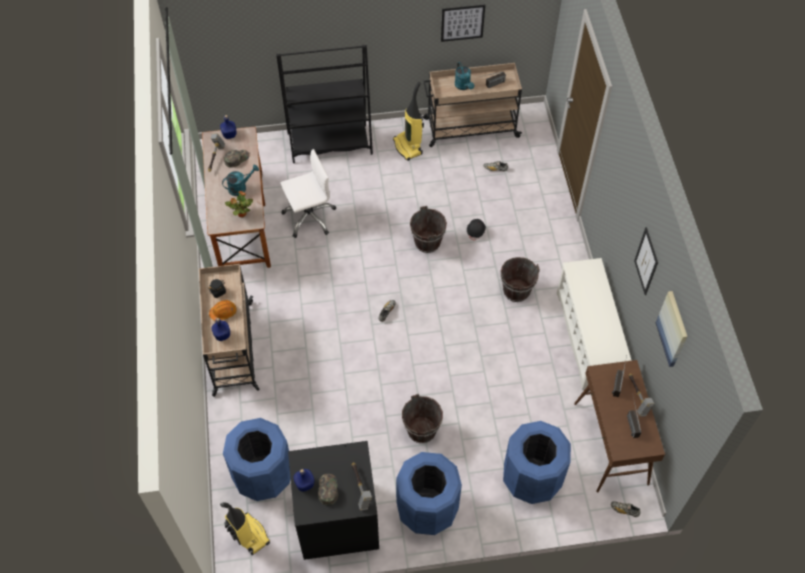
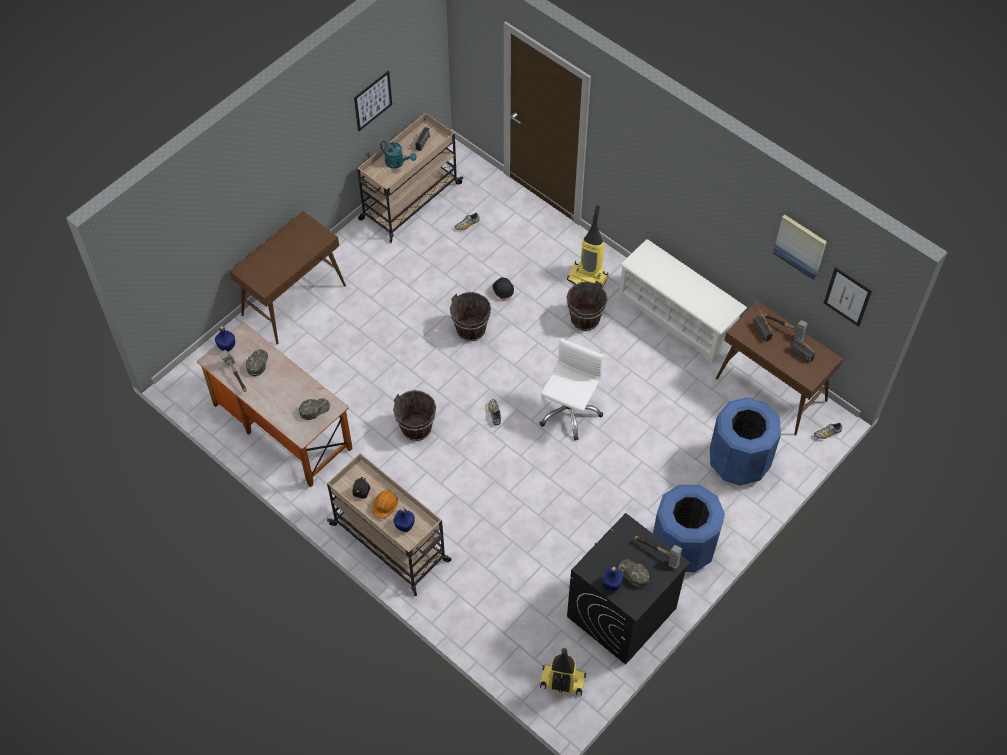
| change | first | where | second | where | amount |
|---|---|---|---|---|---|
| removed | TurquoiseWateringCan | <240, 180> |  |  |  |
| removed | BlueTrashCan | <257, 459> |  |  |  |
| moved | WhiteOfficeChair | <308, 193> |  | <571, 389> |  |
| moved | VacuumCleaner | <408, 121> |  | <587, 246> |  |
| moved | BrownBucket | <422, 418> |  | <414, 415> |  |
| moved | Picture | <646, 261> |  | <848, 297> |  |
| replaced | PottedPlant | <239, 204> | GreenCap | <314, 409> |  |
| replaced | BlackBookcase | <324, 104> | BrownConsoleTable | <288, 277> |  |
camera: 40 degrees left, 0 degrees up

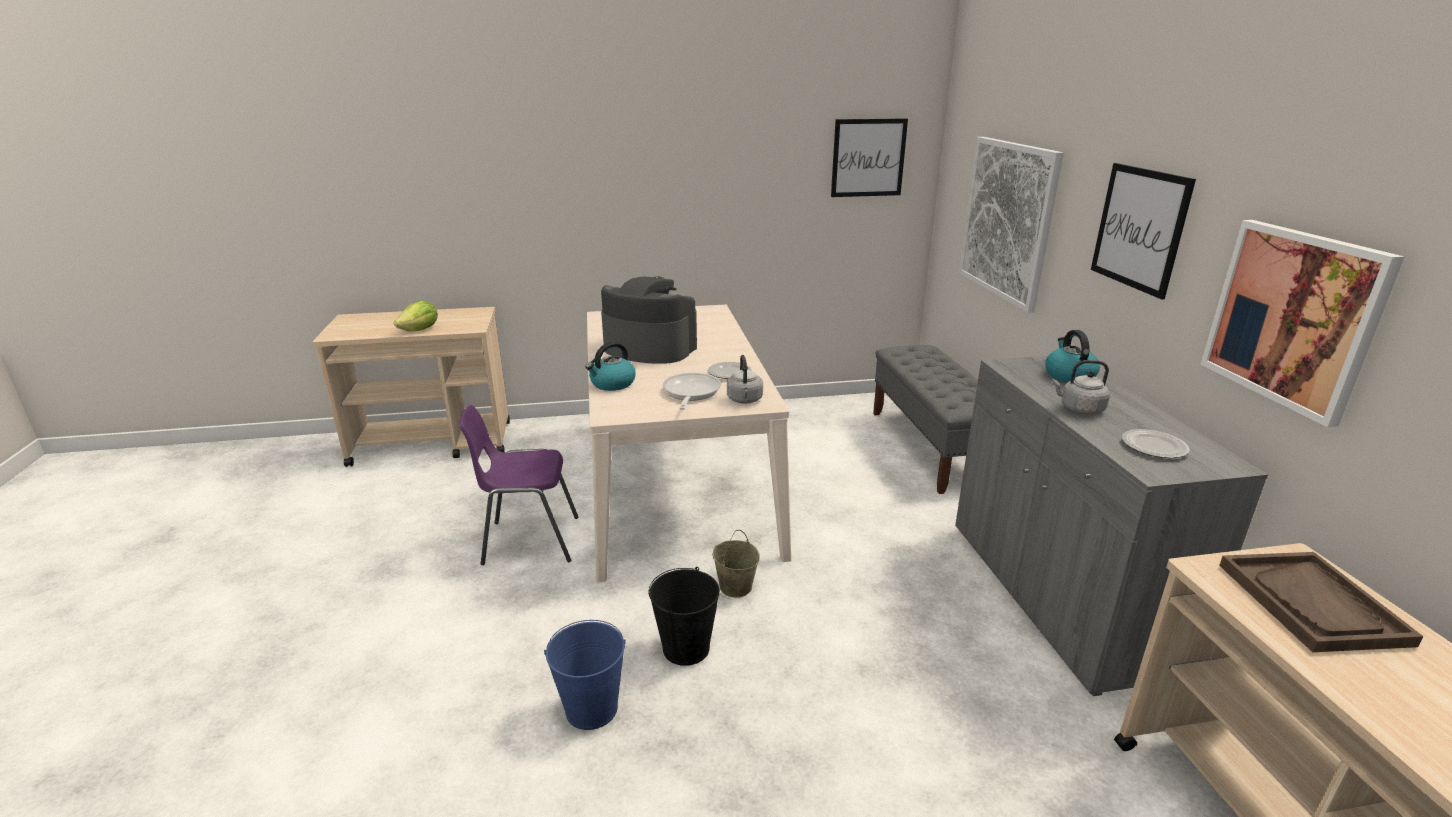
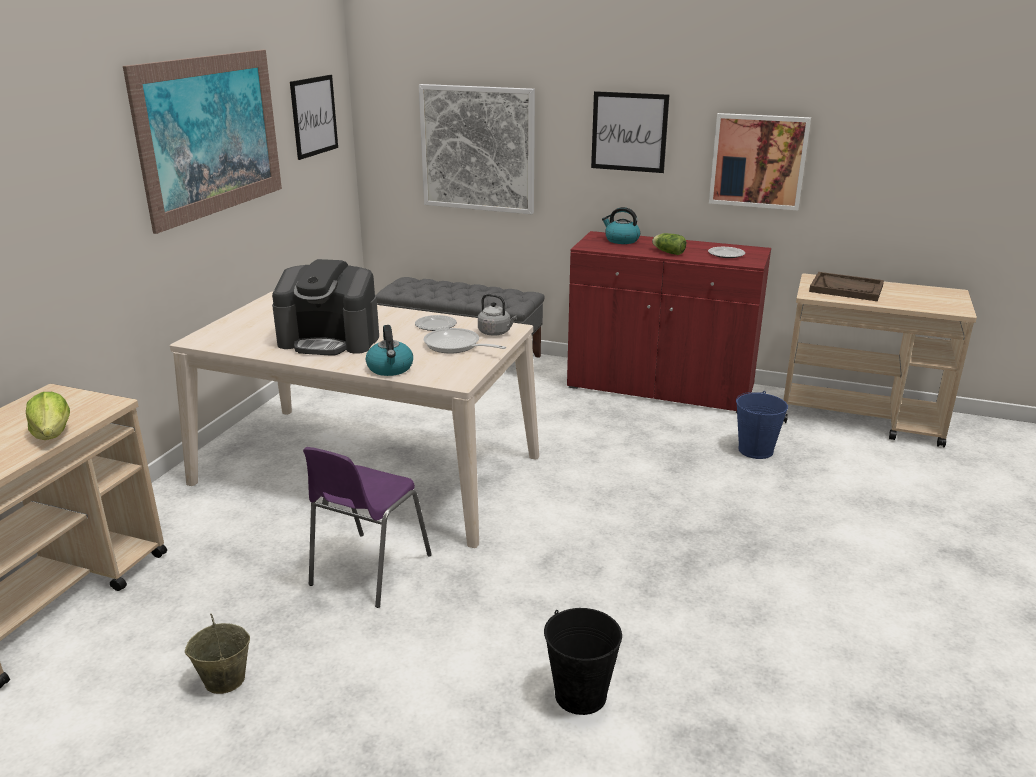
| change | first | where | second | where | amount |
|---|---|---|---|---|---|
| added |  |  | Picture | <202, 142> |  |
| moved | BlueBucket | <585, 675> |  | <762, 425> |  |
| moved | BlackBucket | <684, 616> |  | <583, 661> |  |
| moved | BeigeBucket | <736, 564> |  | <217, 653> |  |
| replaced | GreyKettle | <1081, 387> | Lettuce | <669, 244> |  |
| recoloured | GreyCabinet | <1111, 526> | RedCabinet | <669, 322> |  |
| turned | CoffeeMachine | <649, 320> |  | <325, 307> | 135 degrees counterclockwise |
camera: 60 degrees left, 0 degrees up

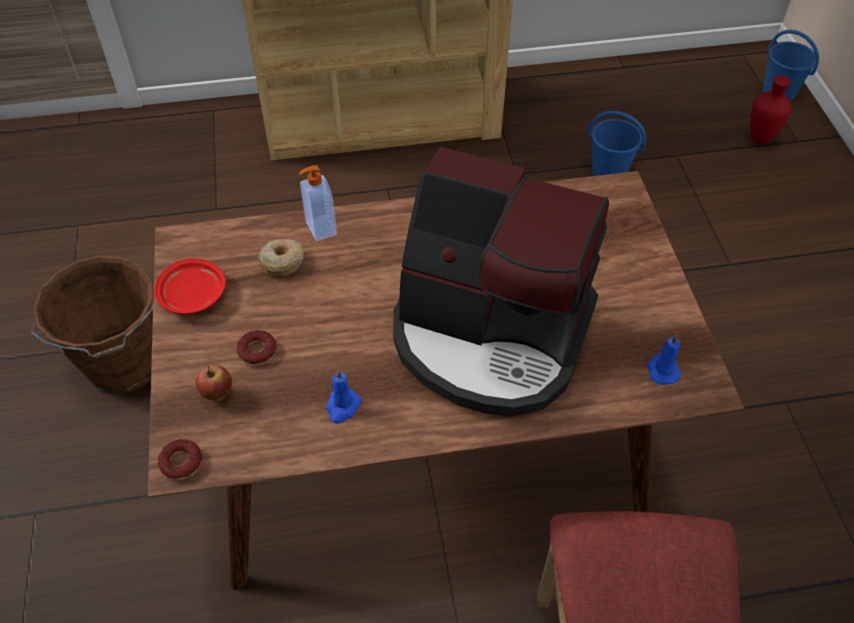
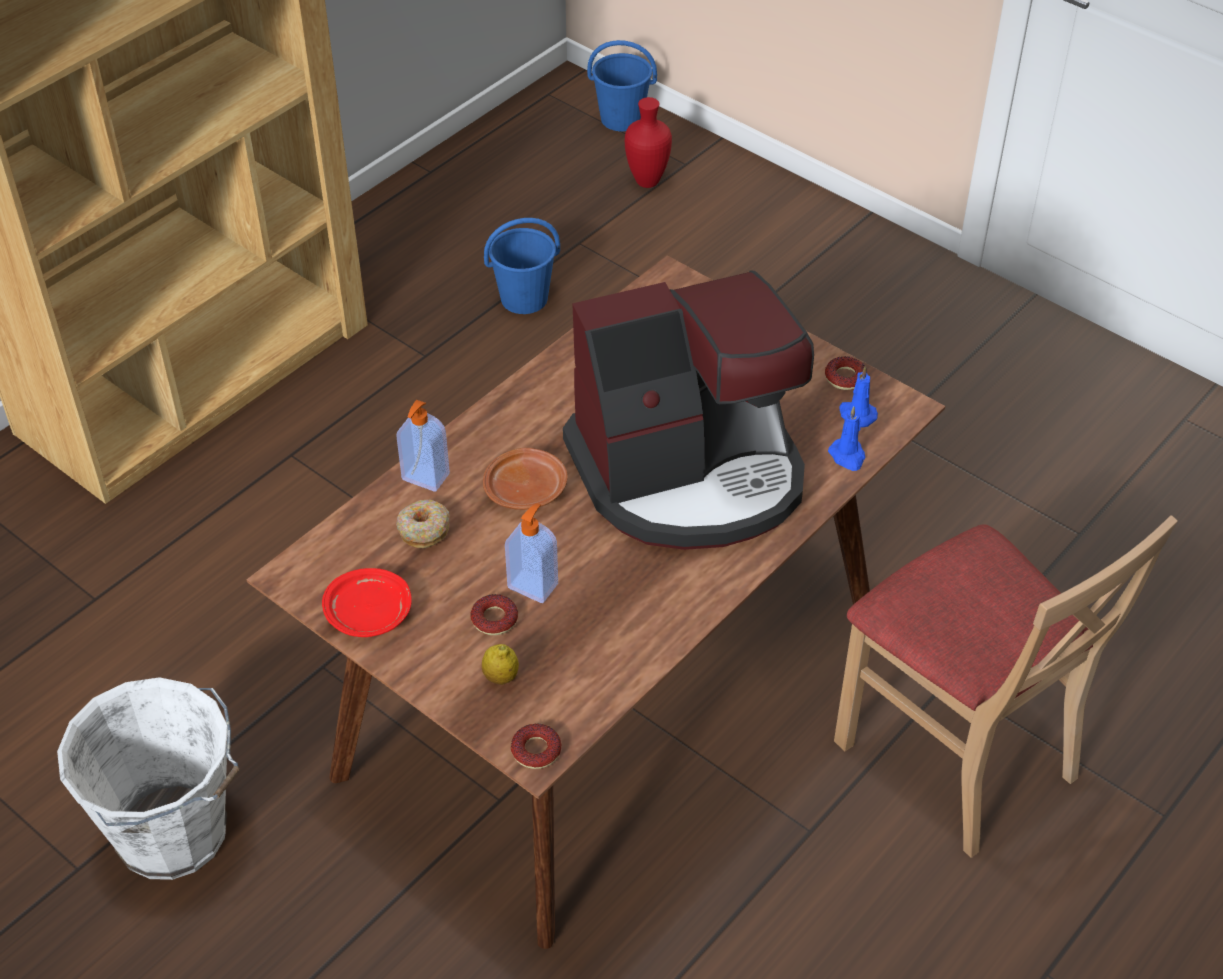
| change | first | where | second | where | amount |
|---|---|---|---|---|---|
| added |  |  | BrownPlate | <525, 479> |  |
| added |  |  | SoapDispenser | <531, 553> |  |
| added |  |  | Donut | <846, 373> |  |
| moved | BlueCandle | <343, 396> |  | <846, 438> |  |
| replaced | Apple | <214, 383> | Lemon | <500, 664> |  |
| recoloured | BrownBucket | <92, 324> | WhiteBucket | <148, 778> |  |
camera: 40 degrees left, 5 degrees down

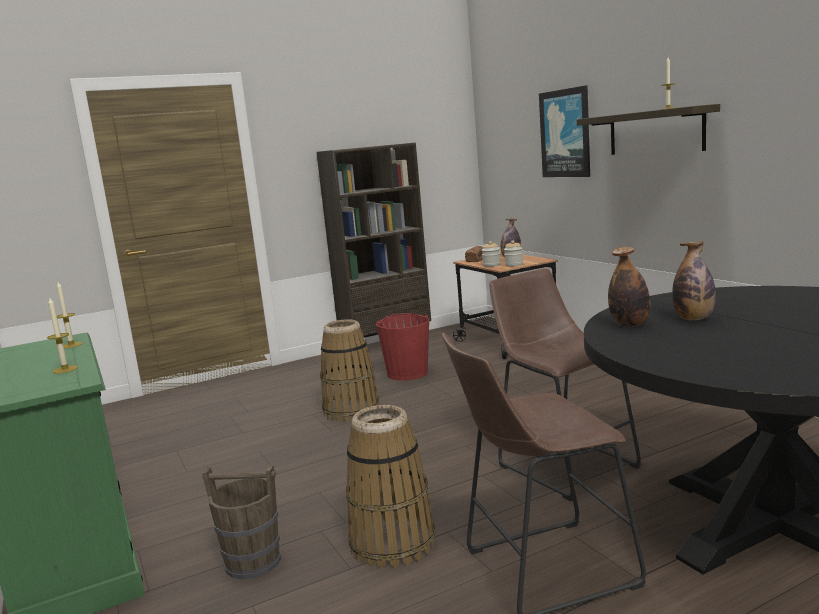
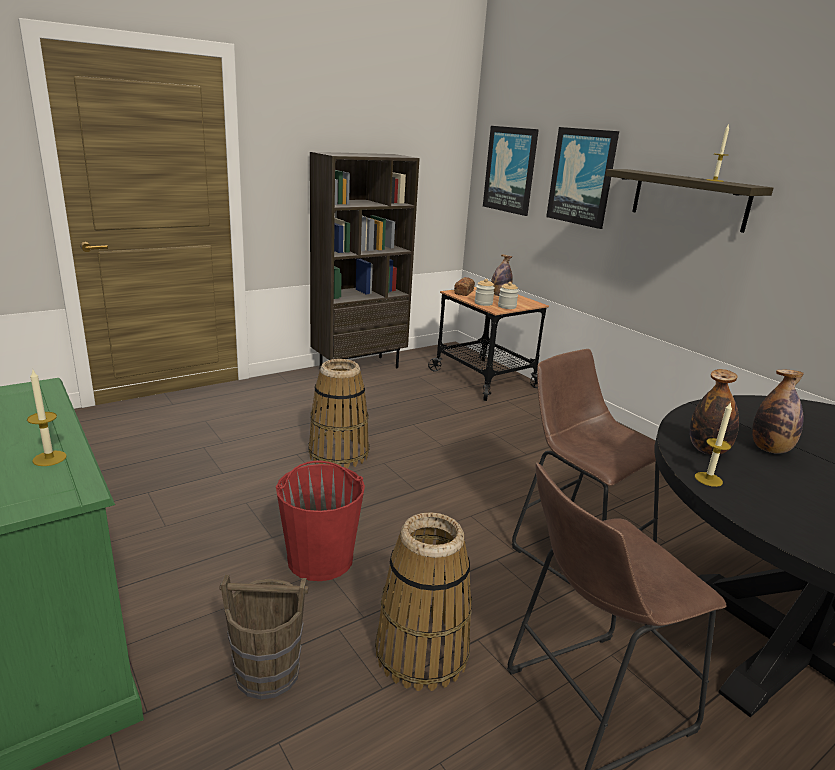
| change | first | where | second | where | amount |
|---|---|---|---|---|---|
| added |  |  | Picture | <511, 171> |  |
| moved | Candle | <70, 315> |  | <713, 444> |  |
| moved | RedBucket | <402, 347> |  | <320, 521> |  |
camera: 10 degrees left, 10 degrees up

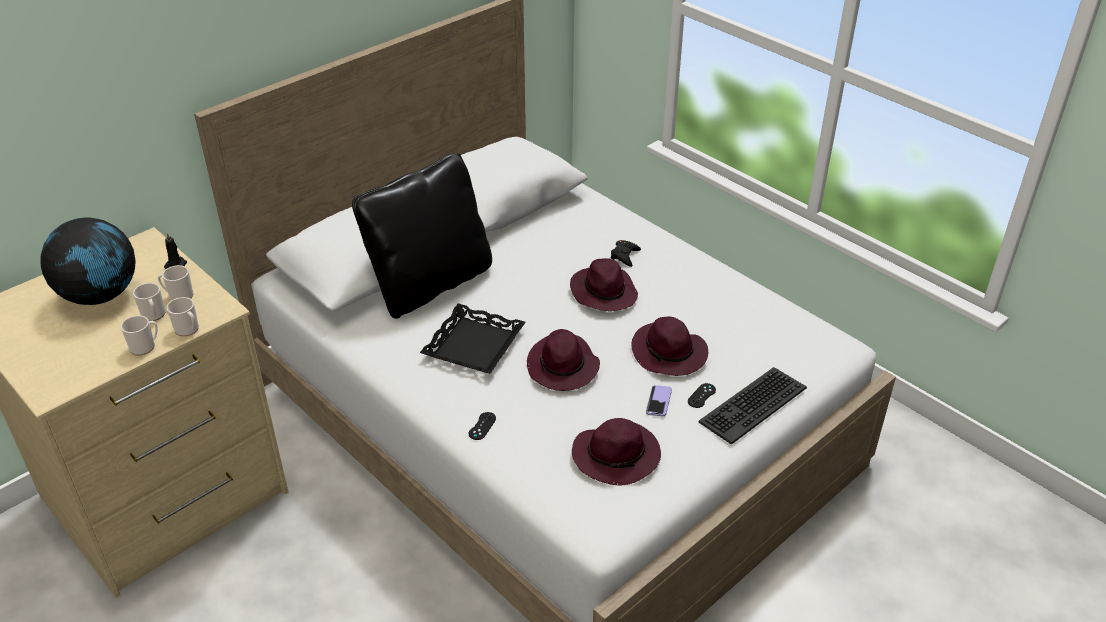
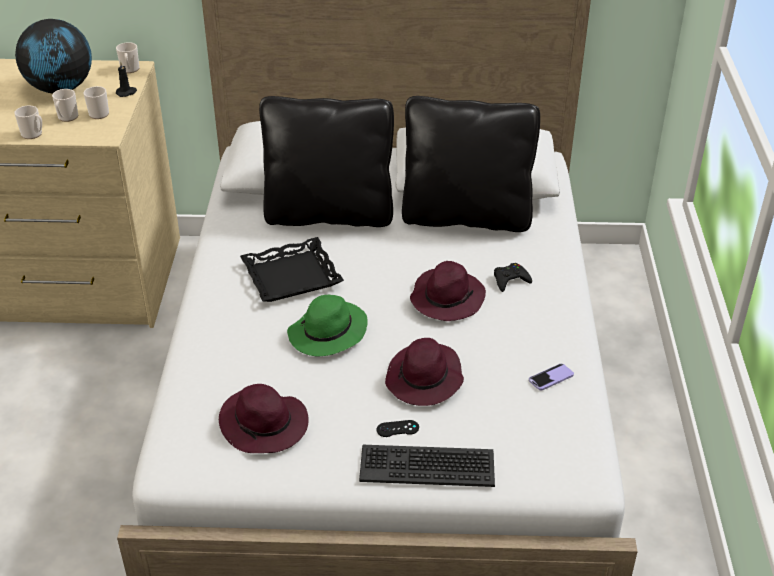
| change | first | where | second | where | amount |
|---|---|---|---|---|---|
| removed | BlackGameController | <482, 426> |  |  |  |
| added |  |  | BlackPillow | <471, 164> |  |
| moved | Mug | <182, 316> |  | <127, 57> |  |
| moved | Phone | <659, 400> |  | <551, 377> |  |
| recoloured | PurpleHat | <563, 360> | GreenHat | <327, 325> |  |
camera: 45 degrees right, 0 degrees up

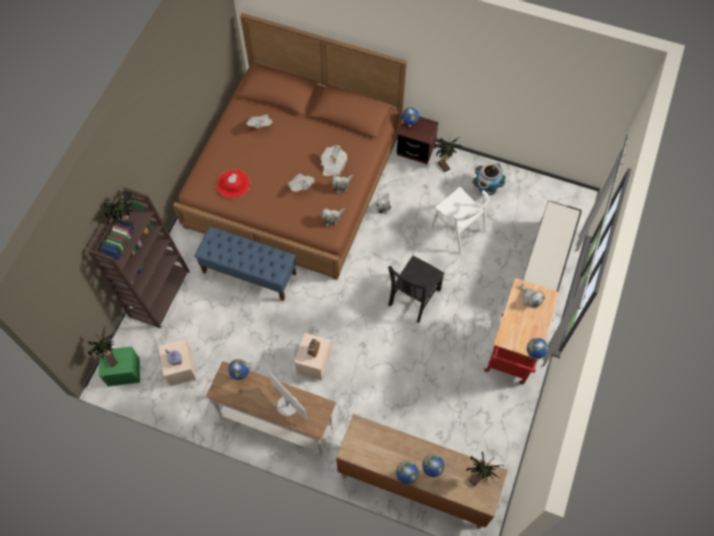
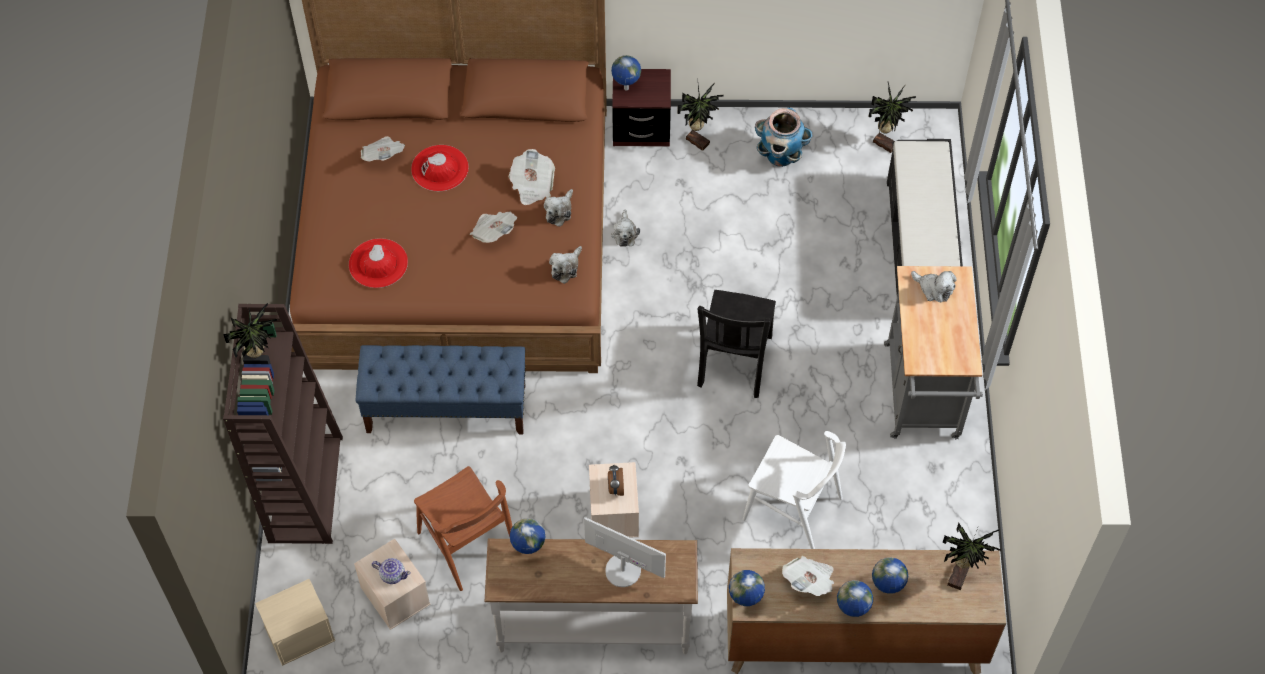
| change | first | where | second | where | amount |
|---|---|---|---|---|---|
| added |  |  | RedHat | <440, 168> |  |
| added |  |  | BrownChair | <463, 528> |  |
| added |  |  | Newspaper | <808, 576> |  |
| moved | PottedPlant | <102, 347> |  | <892, 117> |  |
| moved | WhiteChair | <460, 220> |  | <794, 490> |  |
| moved | Globe | <537, 348> |  | <747, 588> |  |
| recoloured | GreenStorageBox | <119, 366> | BeigeStorageBox | <295, 622> |  |
| recoloured | RedCart | <521, 331> | GreyCart | <933, 352> |  |
camera: 20 degrees left, 5 degrees down

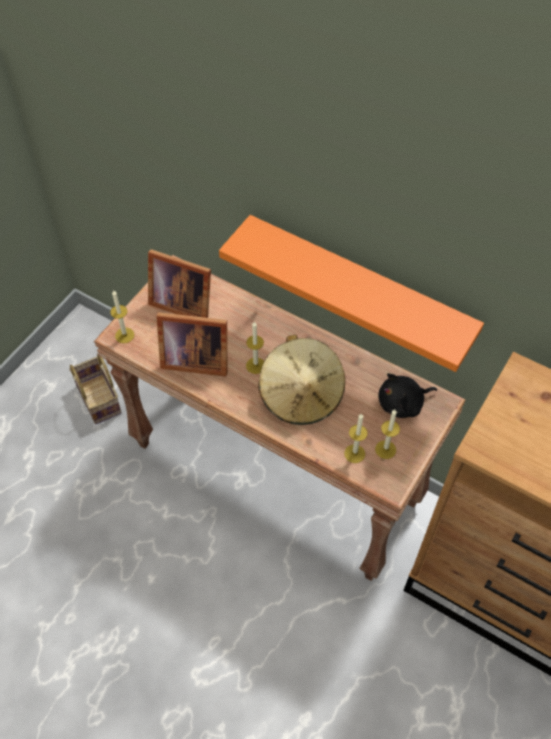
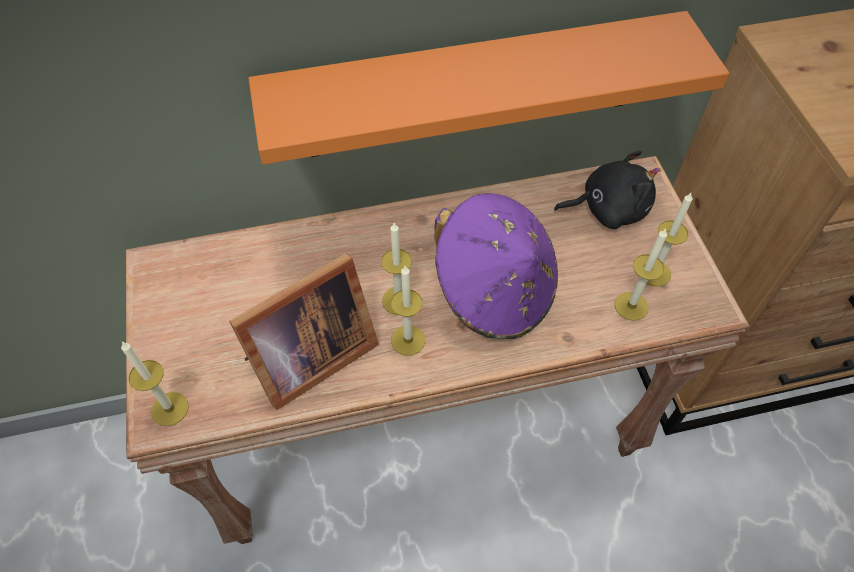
| change | first | where | second | where | amount |
|---|---|---|---|---|---|
| removed | Basket | <96, 389> |  |  |  |
| removed | PictureFrame | <179, 283> |  |  |  |
| added |  |  | Candle | <408, 311> |  |
| recoloured | BeigeHat | <301, 380> | PurpleHat | <496, 266> |  |
| turned | BlackPlushToy | <408, 395> |  | <607, 189> | 120 degrees counterclockwise |
camera: 45 degrees left, 0 degrees up

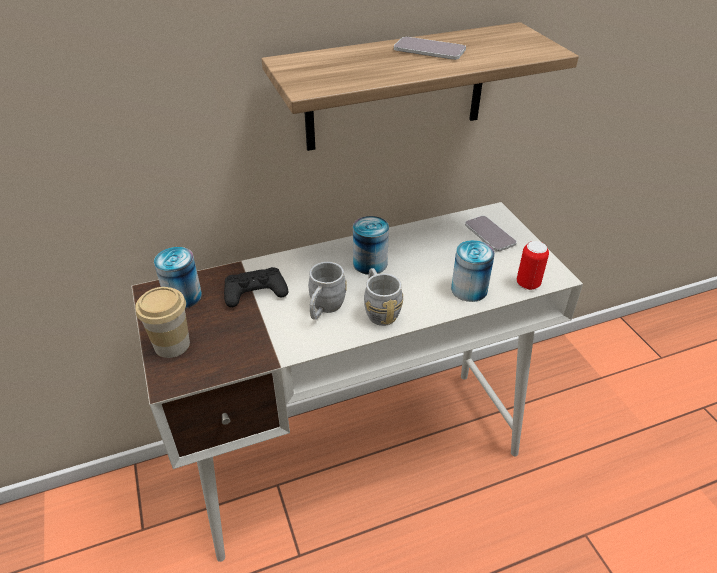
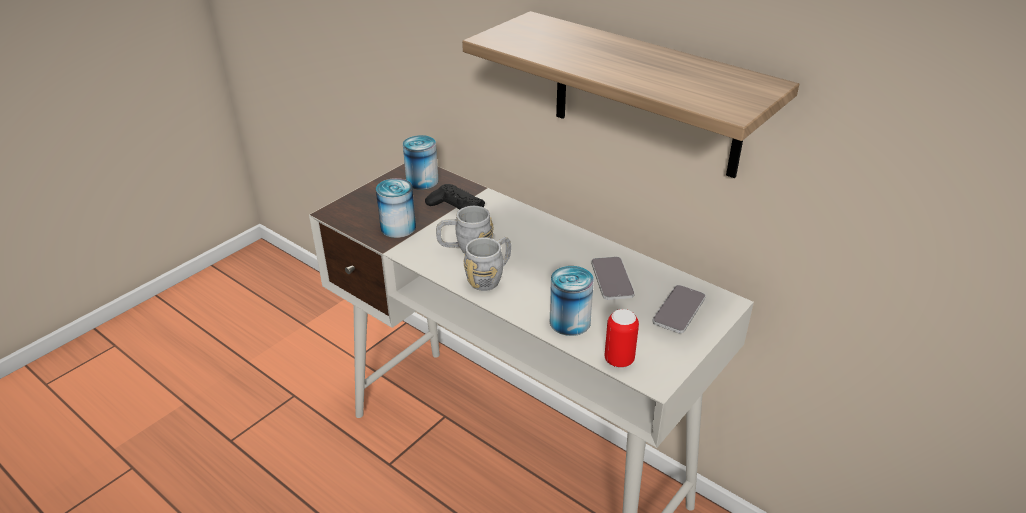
| change | first | where | second | where | amount |
|---|---|---|---|---|---|
| removed | Cup | <162, 322> |  |  |  |
| moved | Can | <371, 245> |  | <396, 208> |  |
| moved | Phone | <430, 48> |  | <613, 278> |  |
camera: 60 degrees right, 5 degrees down

